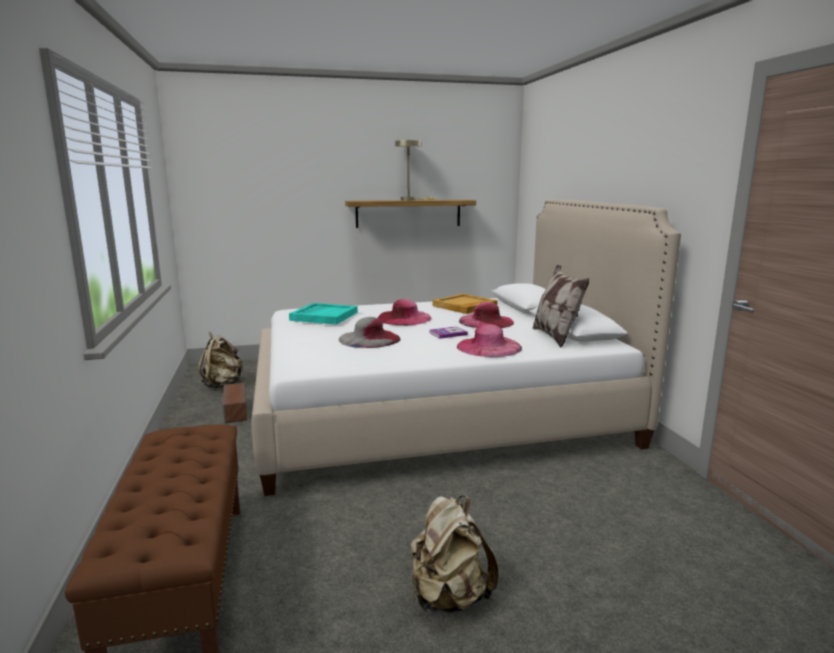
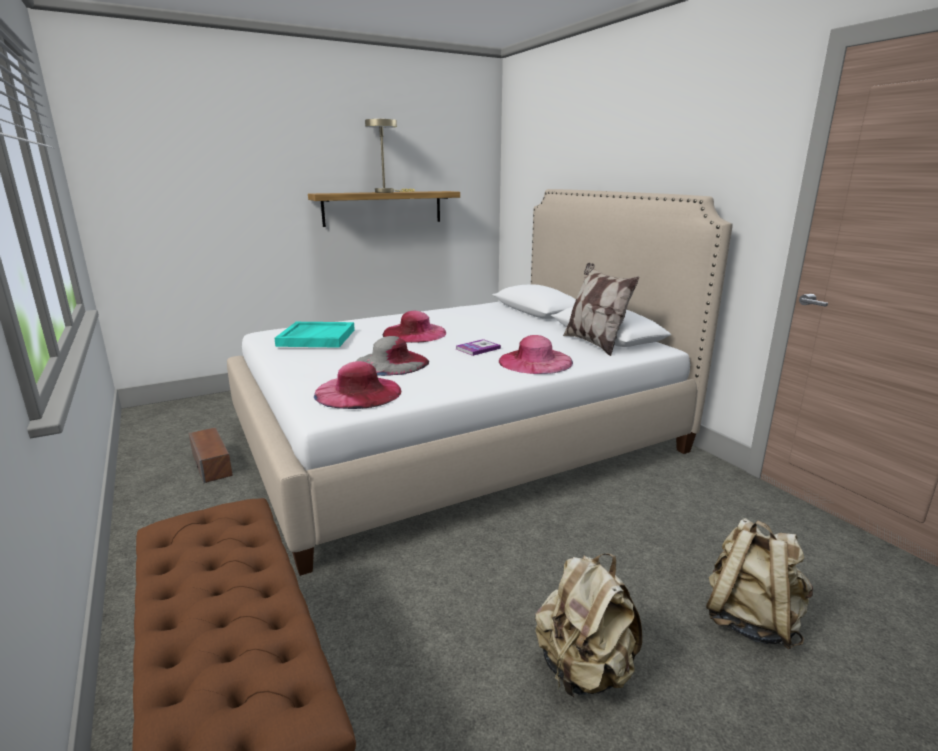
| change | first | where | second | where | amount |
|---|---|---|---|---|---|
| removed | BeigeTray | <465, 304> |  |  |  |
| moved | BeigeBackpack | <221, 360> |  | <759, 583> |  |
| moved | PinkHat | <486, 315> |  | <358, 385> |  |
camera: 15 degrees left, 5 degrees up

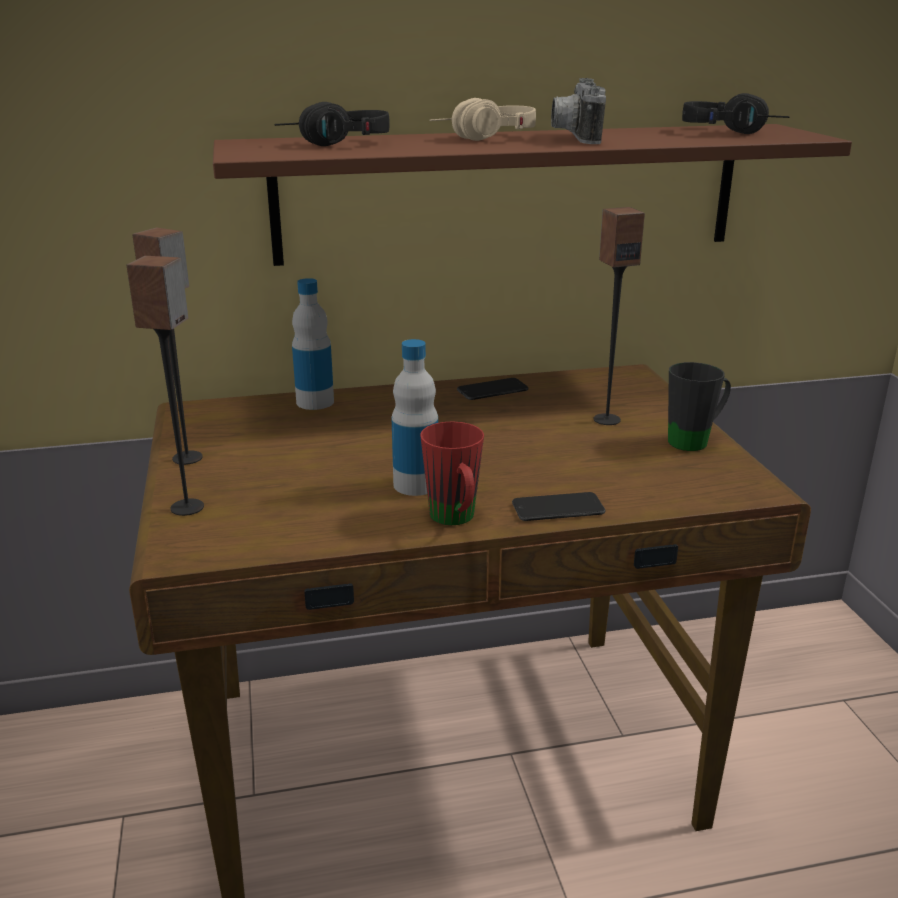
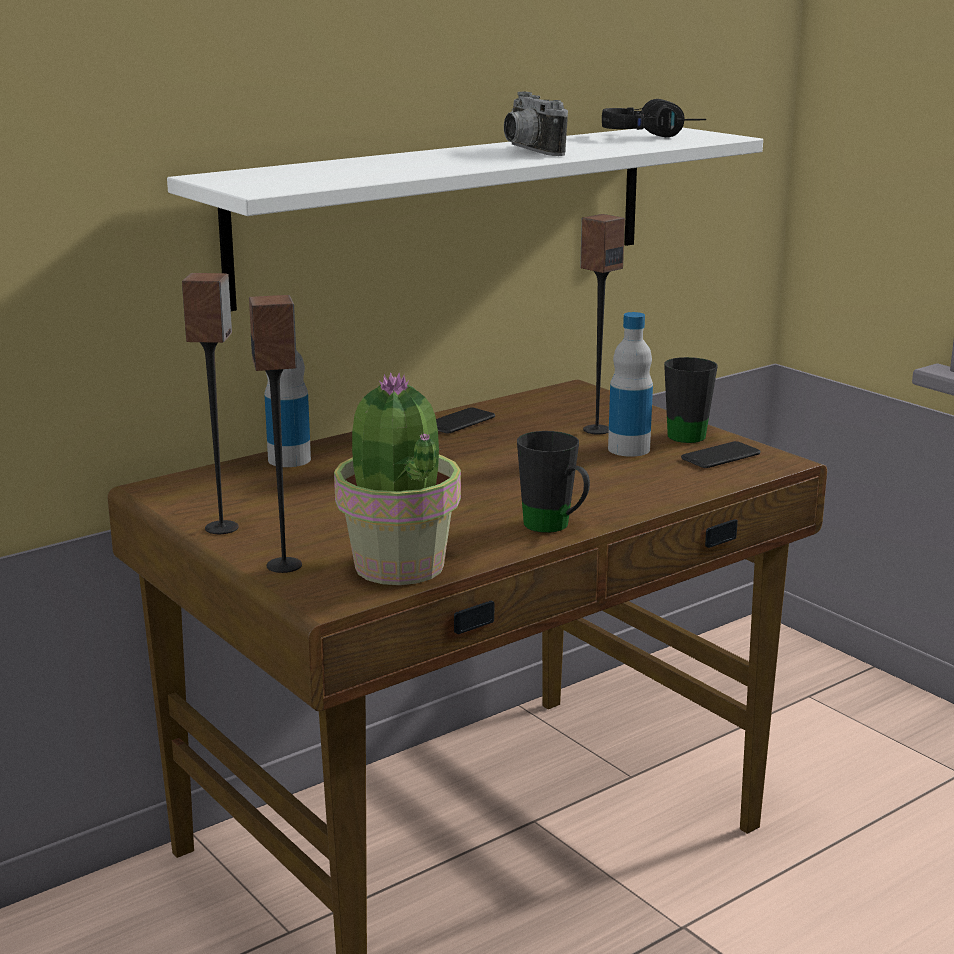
| change | first | where | second | where | amount |
|---|---|---|---|---|---|
| removed | BlackHeadphones | <332, 124> |  |  |  |
| removed | BeigeHeadphones | <483, 119> |  |  |  |
| added |  |  | PottedPlant | <397, 478> |  |
| moved | Bottle | <415, 417> |  | <630, 384> |  |
| moved | Phone | <558, 506> |  | <721, 454> |  |
| recoloured | BrownShelf | <532, 195> | WhiteShelf | <465, 219> |  |
| recoloured | RedMug | <452, 473> | BlackMug | <553, 482> |  |
camera: 25 degrees left, 5 degrees down

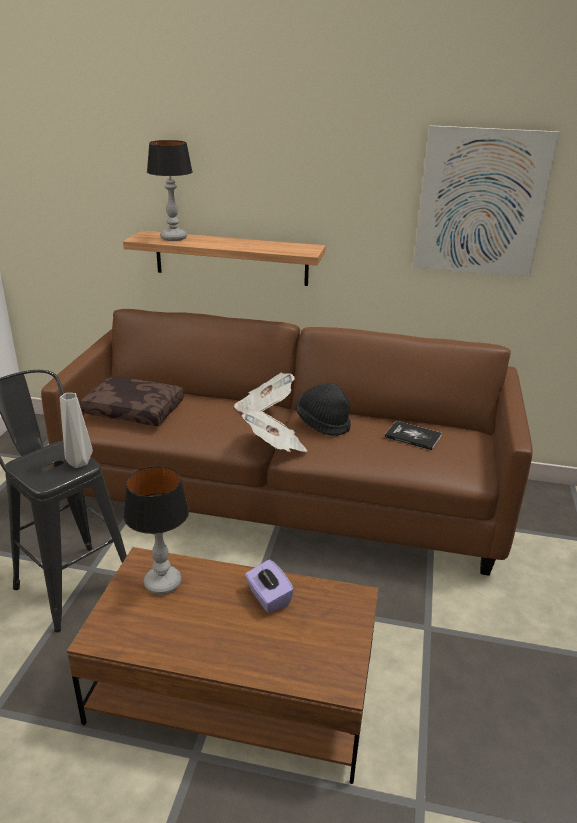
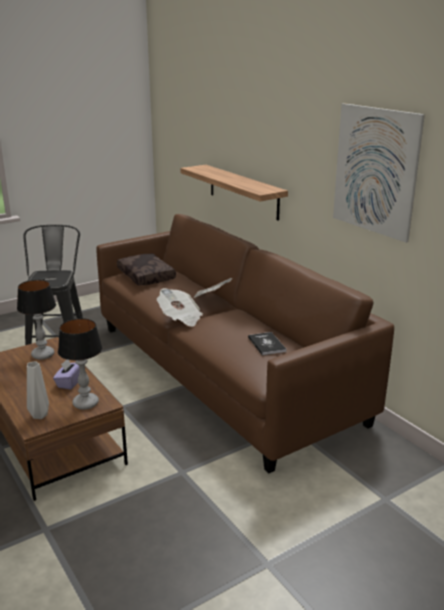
| change | first | where | second | where | amount |
|---|---|---|---|---|---|
| removed | BlackHat | <323, 409> |  |  |  |
| moved | GreyVase | <76, 430> |  | <38, 390> |  |
| moved | TableLamp | <170, 190> |  | <80, 364> |  |
camera: 45 degrees right, 5 degrees down

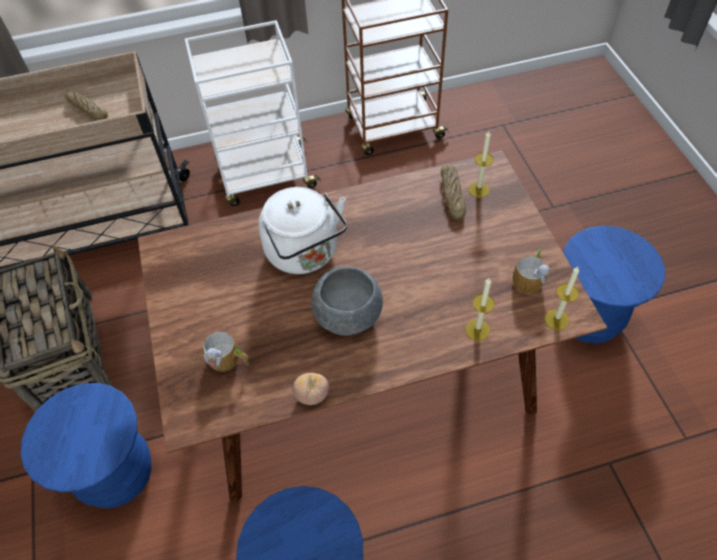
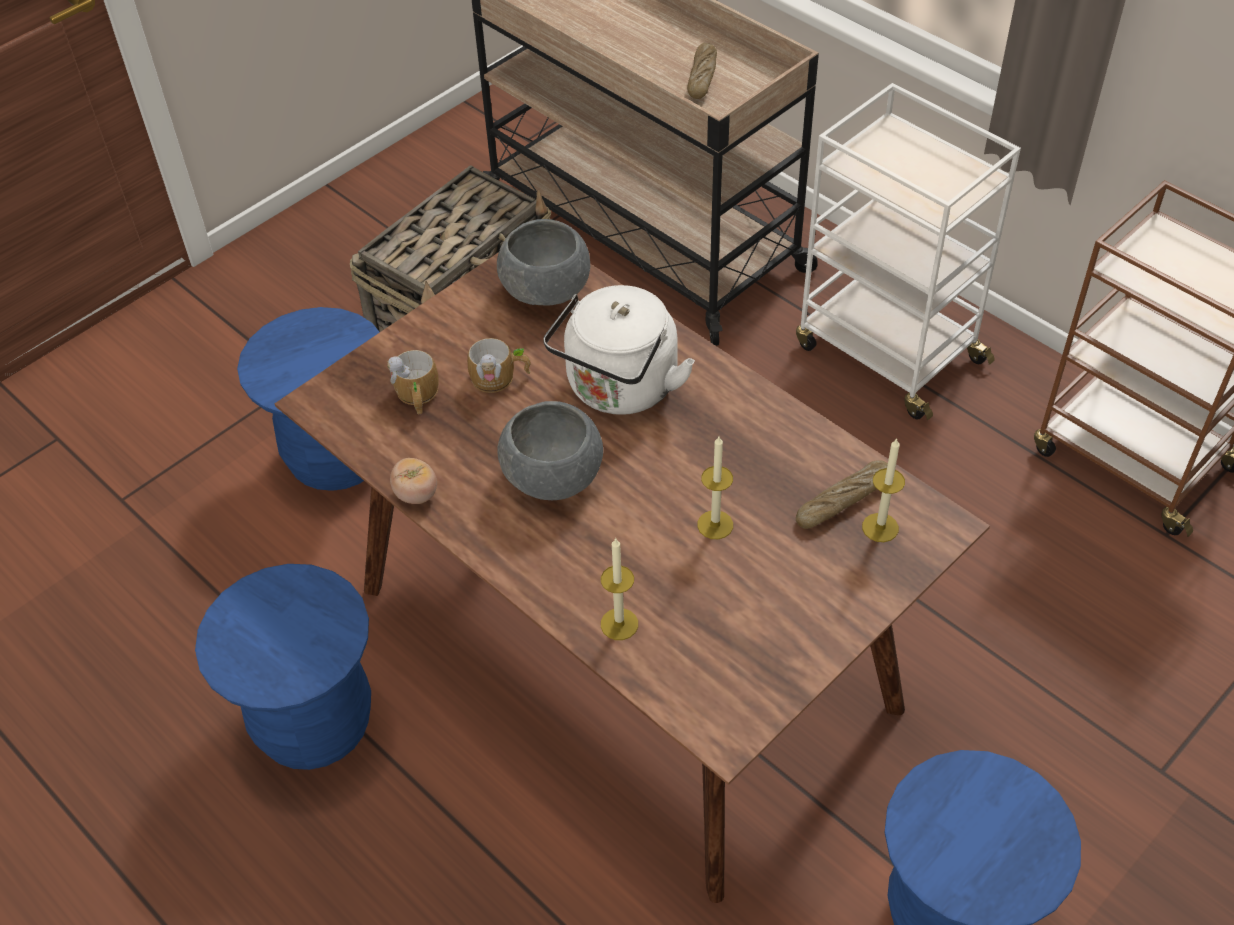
| change | first | where | second | where | amount |
|---|---|---|---|---|---|
| added |  |  | GreyBowl | <543, 262> |  |
| moved | Mug | <531, 271> |  | <499, 365> |  |
| moved | Candle | <561, 298> |  | <715, 487> |  |
camera: 60 degrees right, 5 degrees down

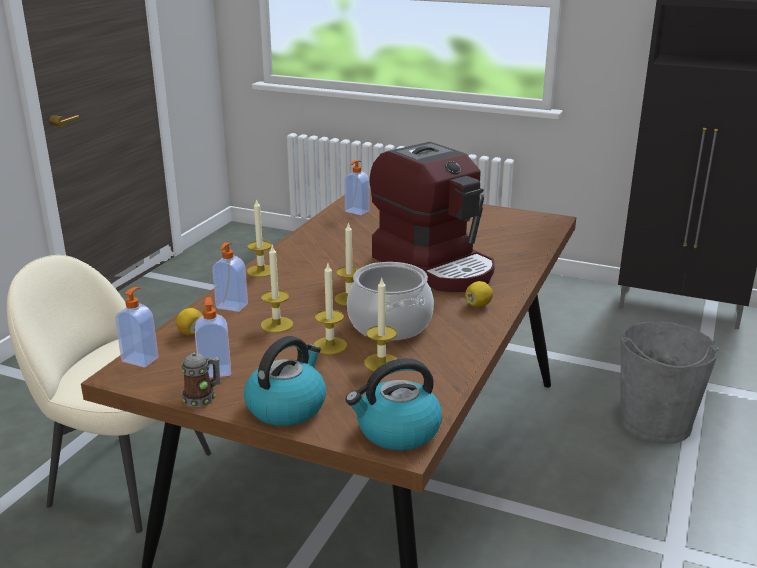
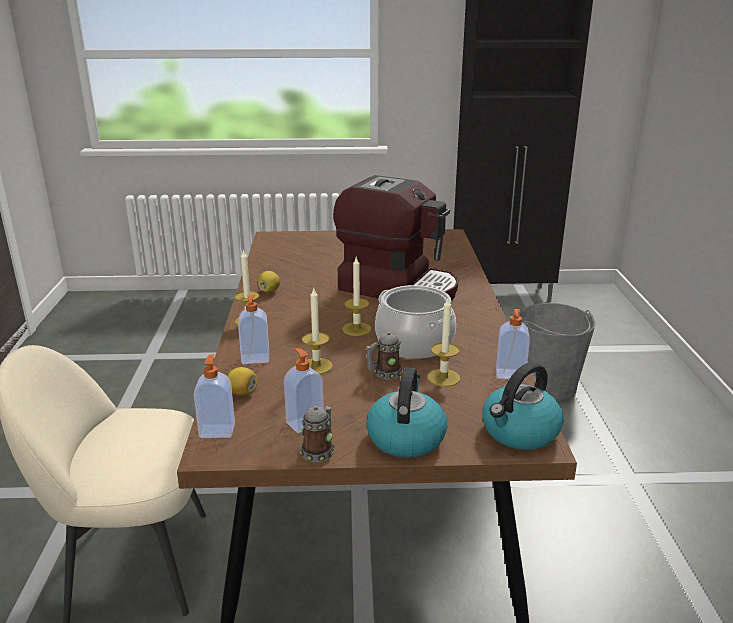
| change | first | where | second | where | amount |
|---|---|---|---|---|---|
| moved | SoapDispenser | <357, 187> |  | <513, 344> |  |
| moved | Lemon | <479, 294> |  | <268, 282> |  |
| replaced | Candle | <330, 309> | Mug | <384, 355> |  |
camera: 25 degrees left, 0 degrees up

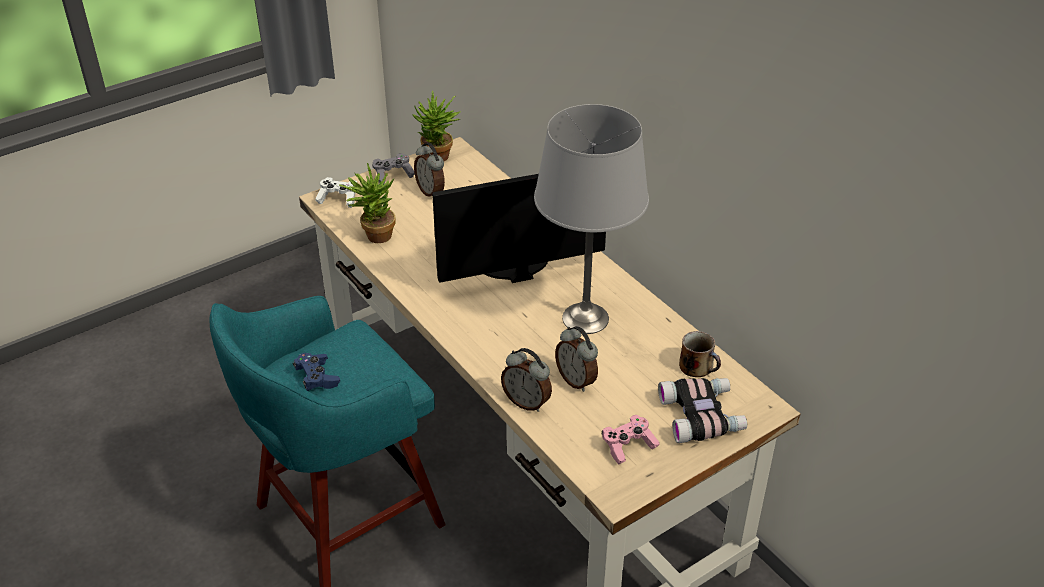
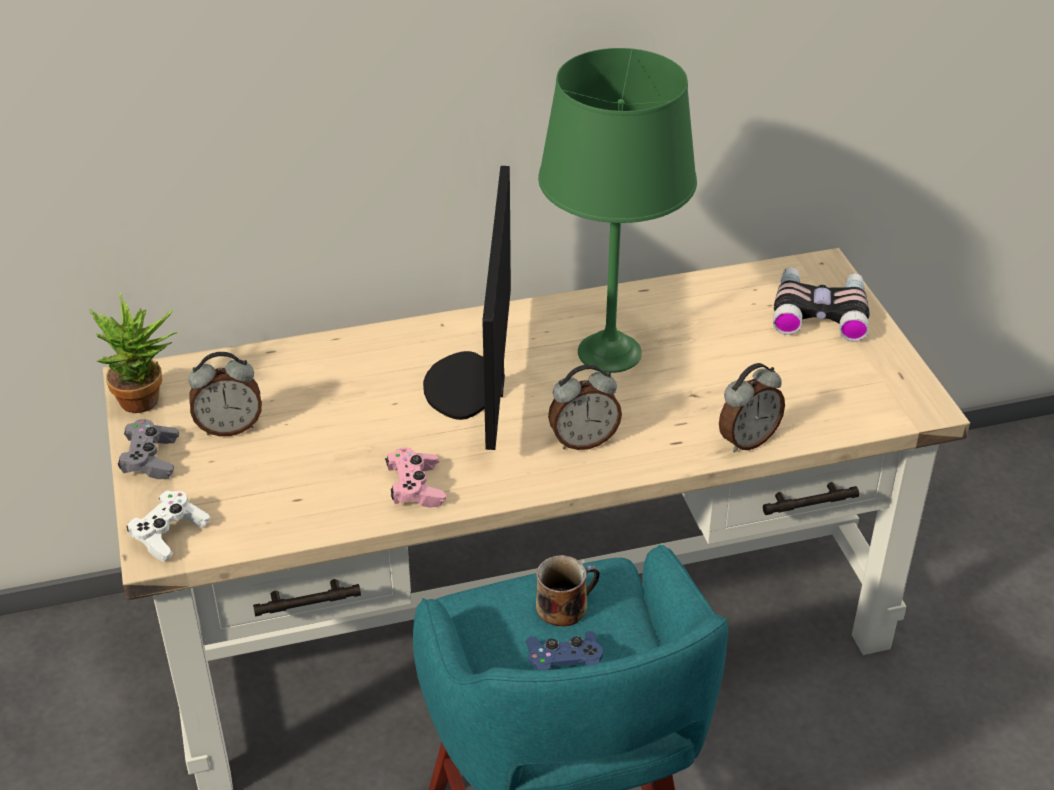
| change | first | where | second | where | amount |
|---|---|---|---|---|---|
| removed | PottedPlant | <367, 203> |  |  |  |
| moved | AlarmClock | <576, 359> |  | <585, 407> |  |
| moved | PinkGameController | <631, 440> |  | <415, 477> |  |
| moved | Mug | <700, 354> |  | <568, 590> |  |
| recoloured | GreyTableLamp | <591, 219> | GreenTableLamp | <617, 210> |  |
camera: 70 degrees left, 0 degrees up

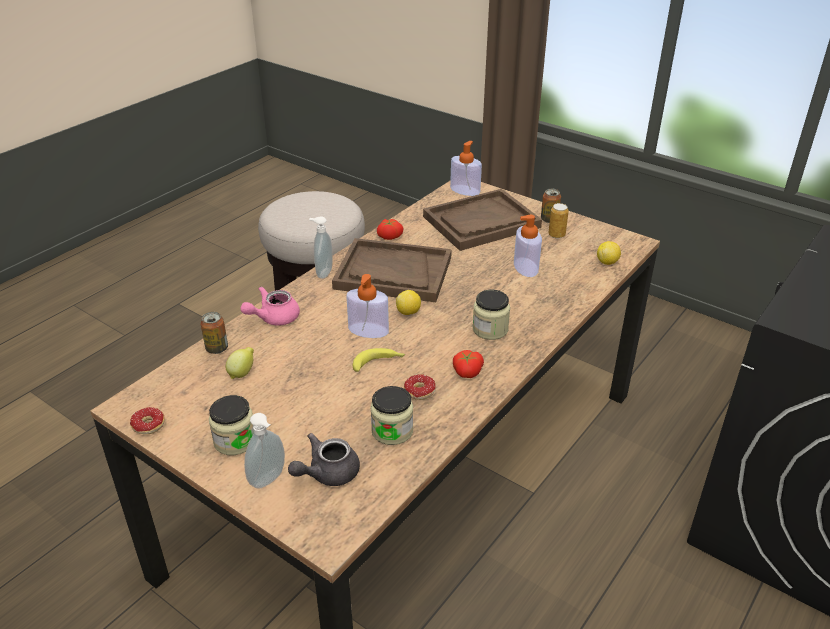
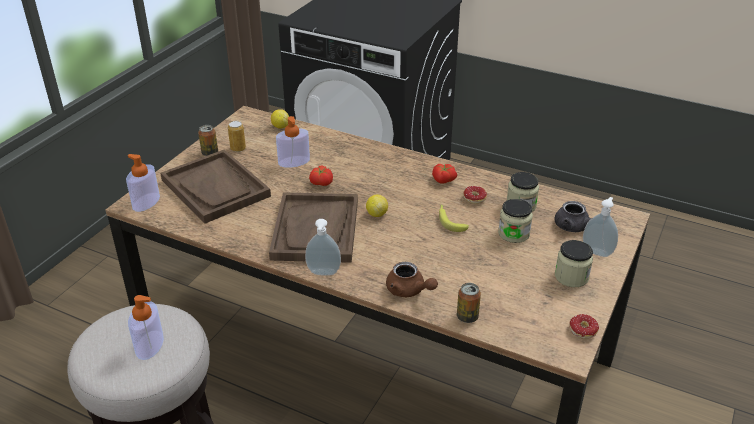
| change | first | where | second | where | amount |
|---|---|---|---|---|---|
| removed | Lemon | <240, 363> |  |  |  |
| moved | SoapDispenser | <368, 306> |  | <146, 327> |  |
| moved | Tomato | <390, 229> |  | <321, 176> |  |
| moved | Jar | <491, 315> |  | <515, 221> |  |
| recoloured | PinkTeapot | <270, 306> | BrownTeapot | <412, 279> |  |
camera: 100 degrees left, 0 degrees up

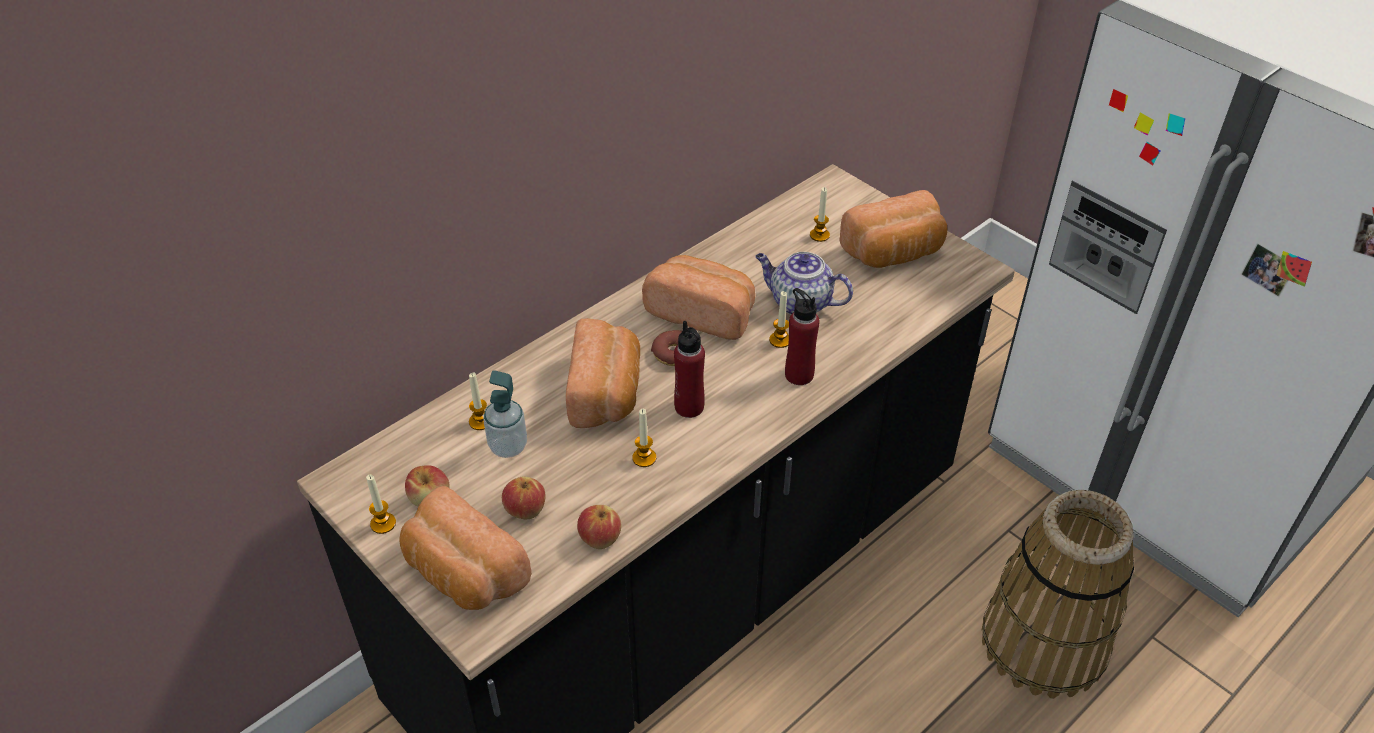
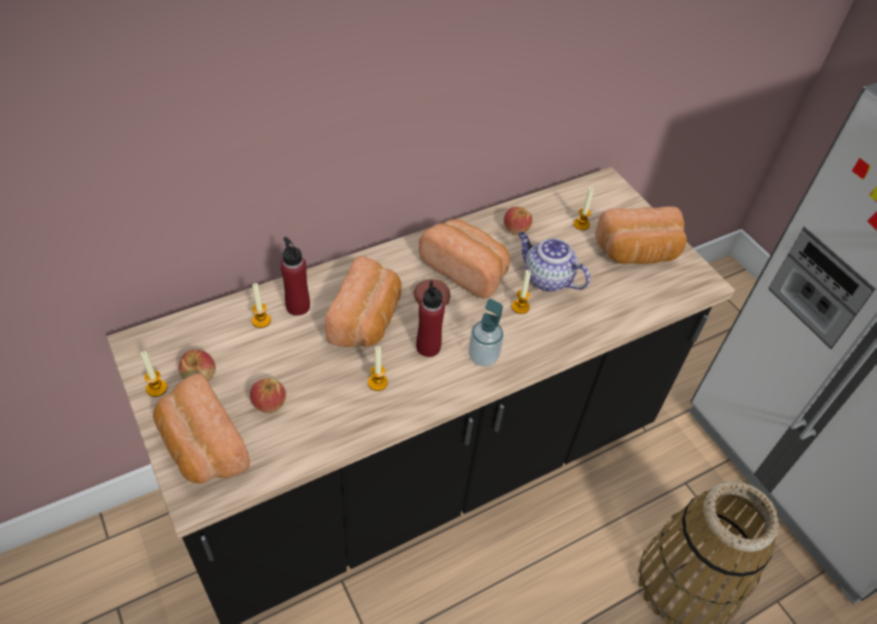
| change | first | where | second | where | amount |
|---|---|---|---|---|---|
| moved | SoapDispenser | <505, 414> |  | <486, 333> |  |
| moved | Apple | <599, 527> |  | <518, 221> |  |
| moved | RedBottle | <802, 336> |  | <295, 276> |  |
camera: 10 degrees right, 5 degrees up

